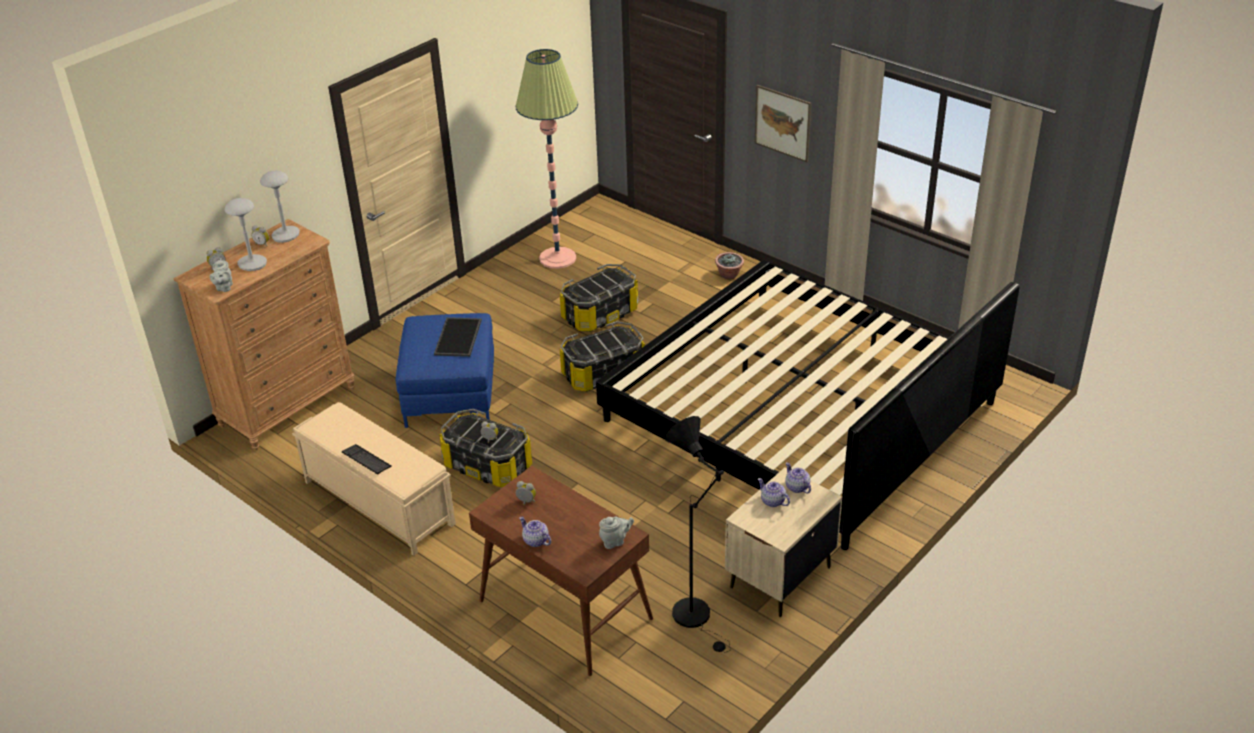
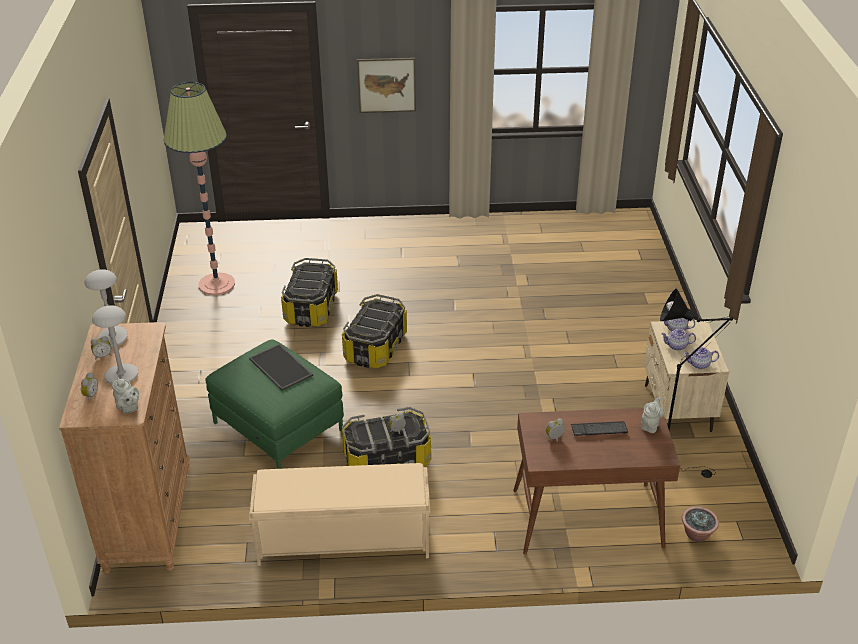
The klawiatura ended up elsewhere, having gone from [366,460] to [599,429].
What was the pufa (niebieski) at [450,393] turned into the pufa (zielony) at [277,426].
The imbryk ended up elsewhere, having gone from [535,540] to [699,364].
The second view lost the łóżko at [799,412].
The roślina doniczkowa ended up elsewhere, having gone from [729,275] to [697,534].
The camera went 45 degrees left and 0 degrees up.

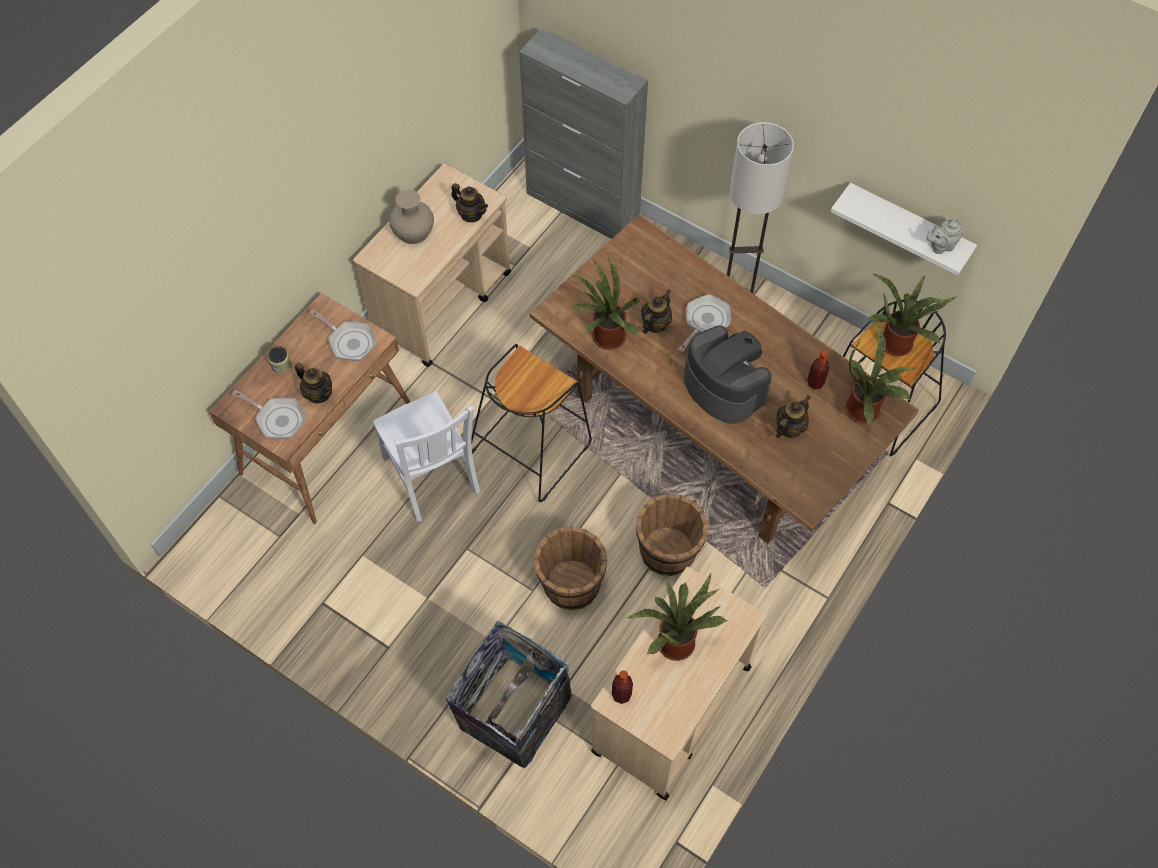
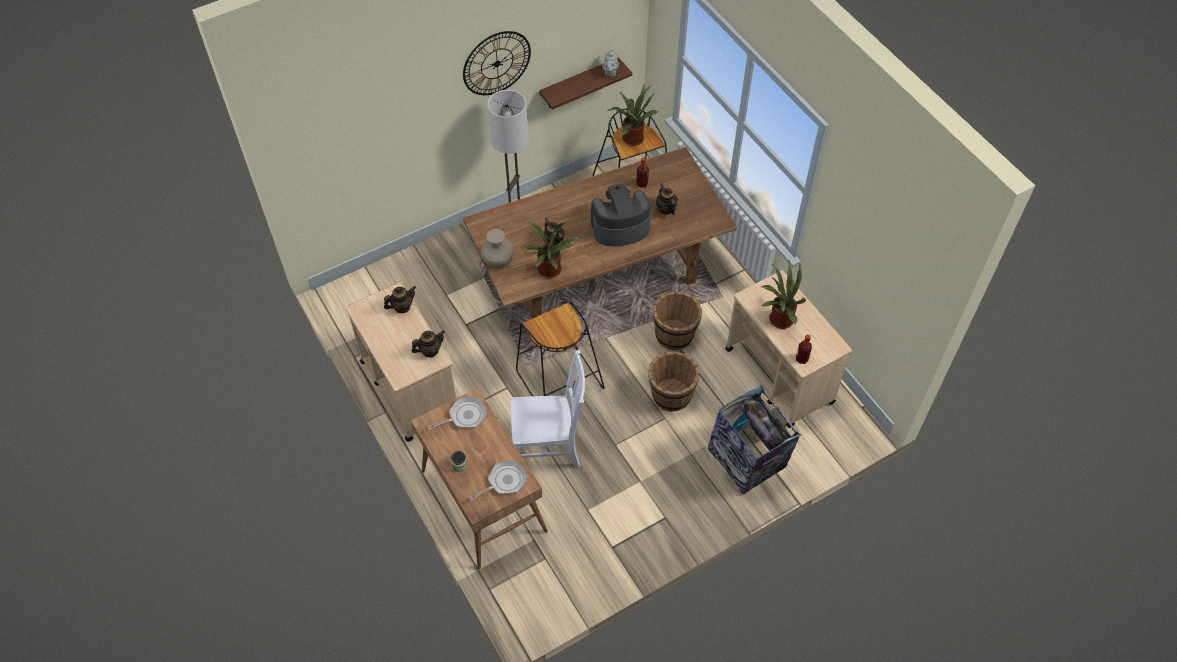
The imbryk ended up elsewhere, having gone from [319,394] to [430,350].
The wazon (beżowy) ended up elsewhere, having gone from [413,232] to [498,260].
The second view lost the szafka (szary) at [583,207].
The second view lost the patelnia at [705,321].
What was the półka (biały) at [908,226] turned into the półka (brązowy) at [579,84].
The second view lost the roślina doniczkowa at [866,410].
The second view gained the zegar ścienny at [497,63].
The camera went 65 degrees left and 5 degrees down.

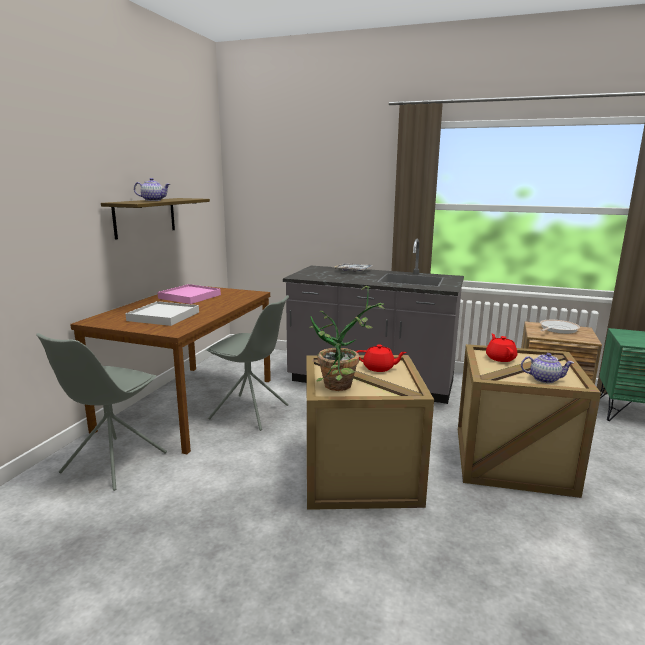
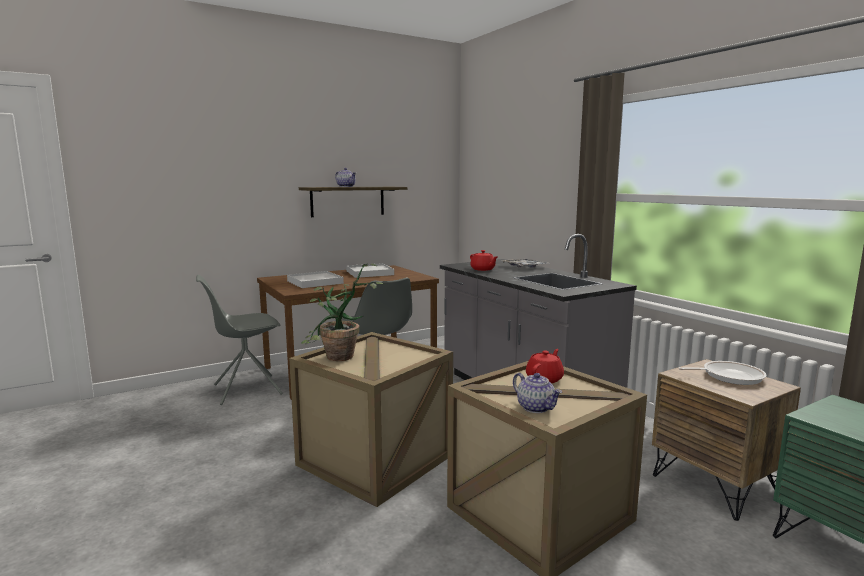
What was the taca (różowy) at [190,296] turned into the taca (biały) at [370,273].
The imbryk (czerwony) ended up elsewhere, having gone from [379,368] to [483,269].
The camera went 40 degrees right and 5 degrees down.

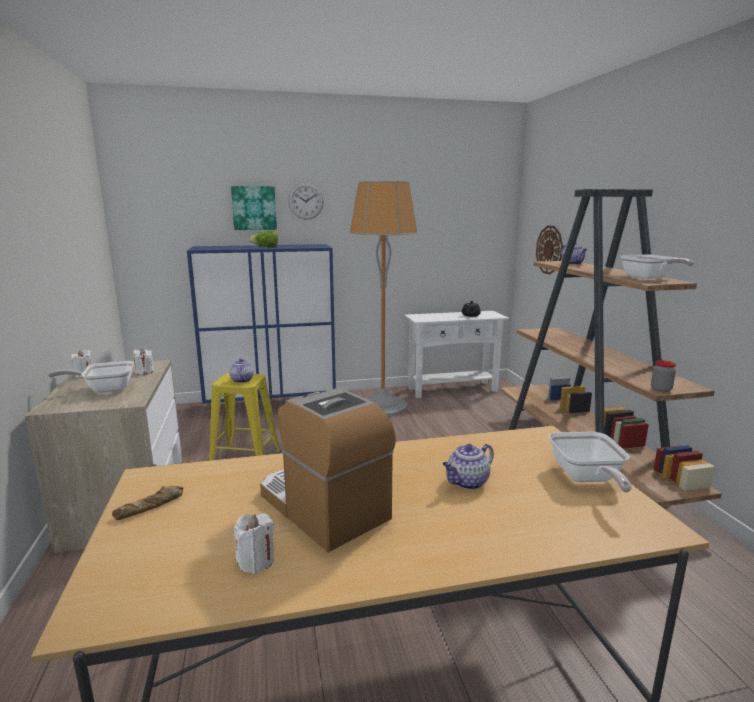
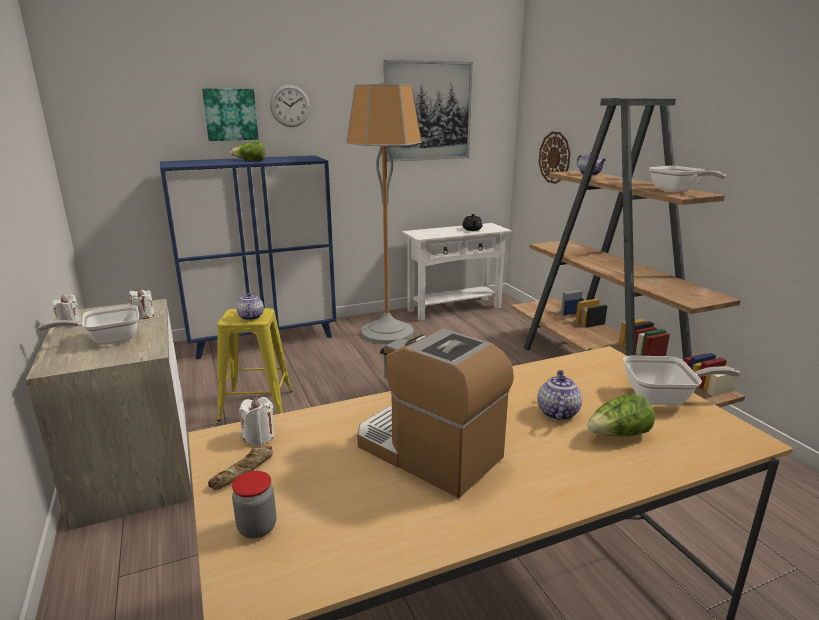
The świeca (biały) ended up elsewhere, having gone from [256,561] to [259,437].
The imbryk at [467,482] ended up facing another way, 150 degrees clockwise from before.
The patelnia at [586,479] ended up facing another way, 75 degrees counterclockwise from before.
The słoik ended up elsewhere, having gone from [661,389] to [257,528].
The second view gained the obraz at [427,111].
The second view gained the sałata at [618,435].
The camera went 10 degrees left and 5 degrees up.

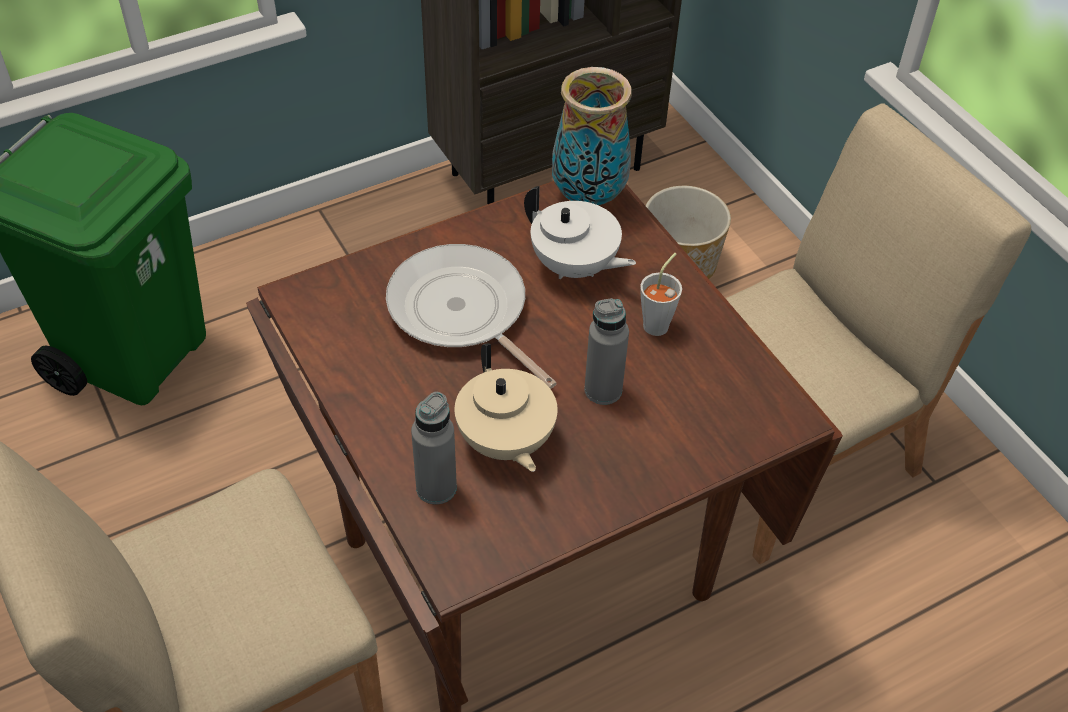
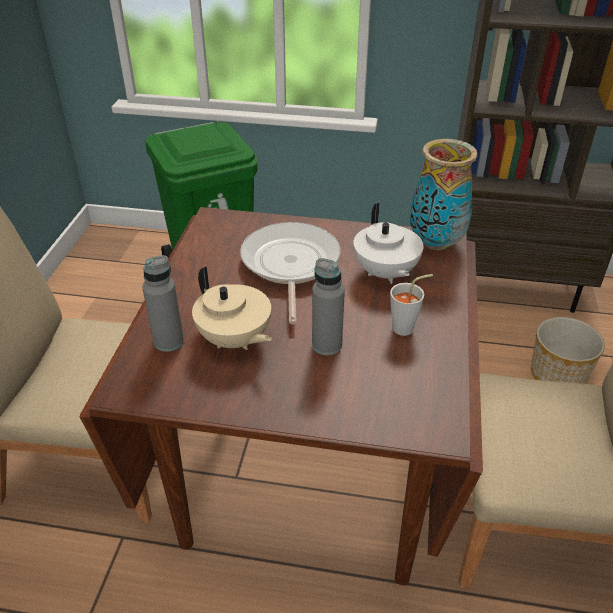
The imbryk (beżowy) at [505,442] ended up facing another way, 60 degrees counterclockwise from before.
The camera went 40 degrees right and 10 degrees down.

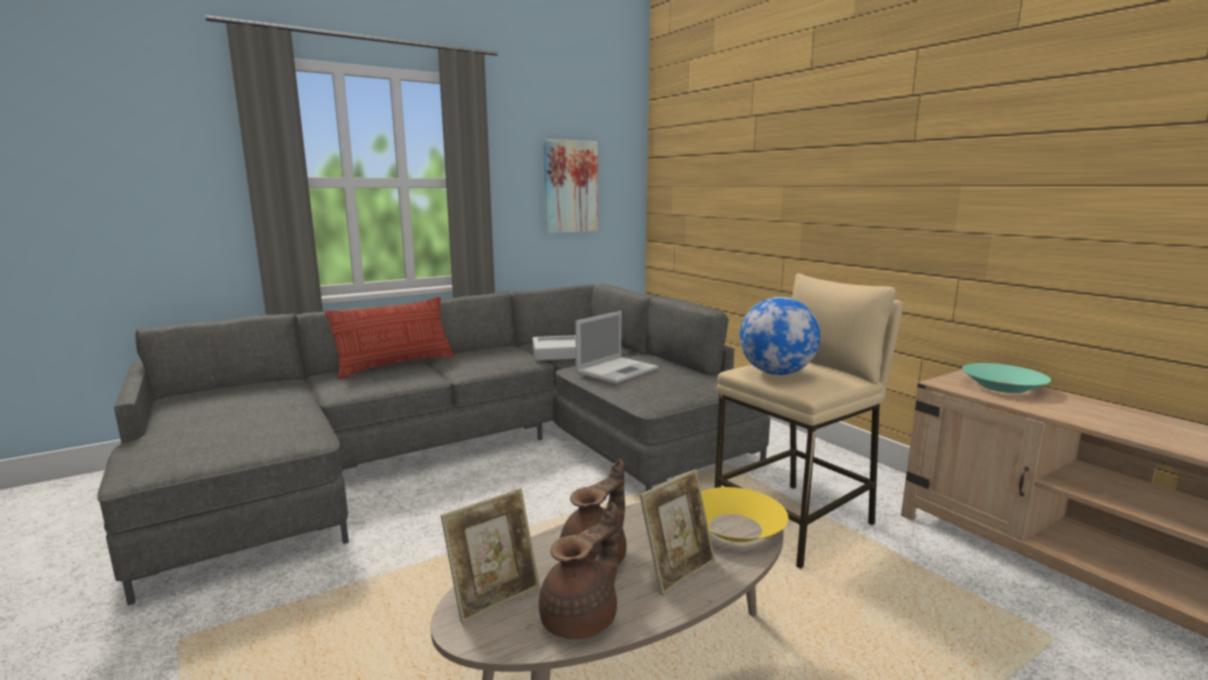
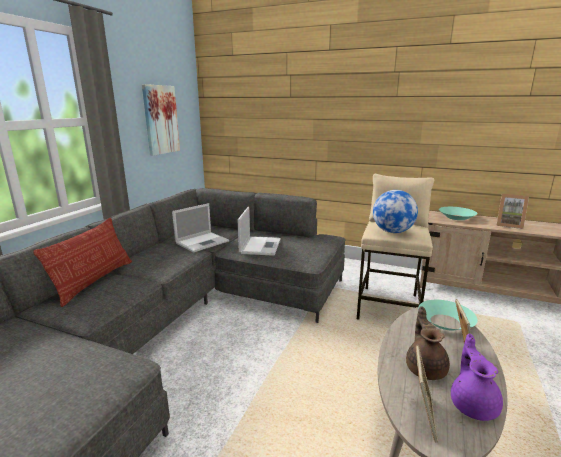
Where the taca (szary) stood at [558,353], the laptop came to stand at [203,242].
What was the imbryk (brązowy) at [582,618] turned into the imbryk (fioletowy) at [473,404].
What was the miska (żółty) at [735,527] turned into the miska (turkusowy) at [445,322].
The second view gained the ramka na zdjęcie at [508,225].
The camera went 35 degrees left and 5 degrees up.

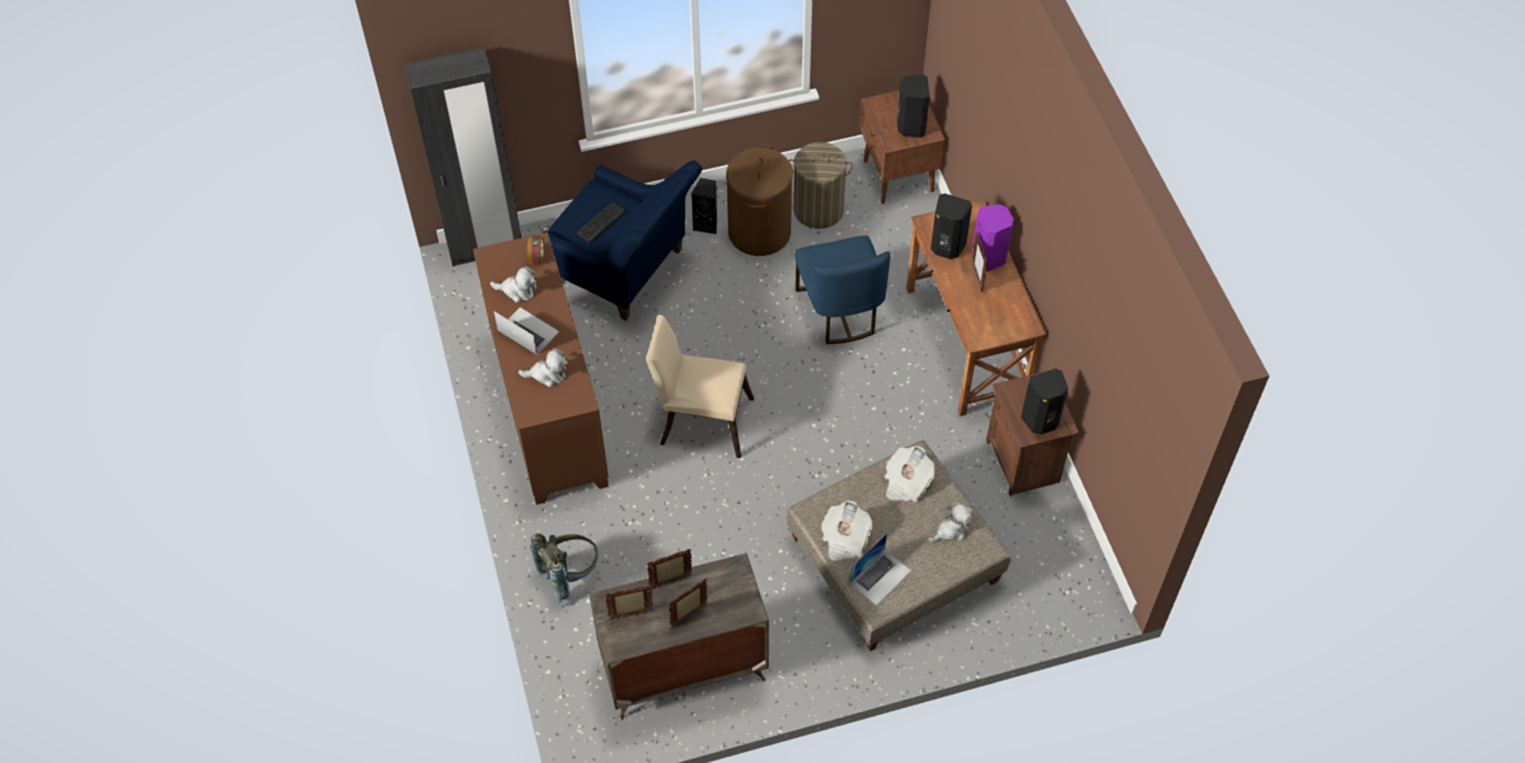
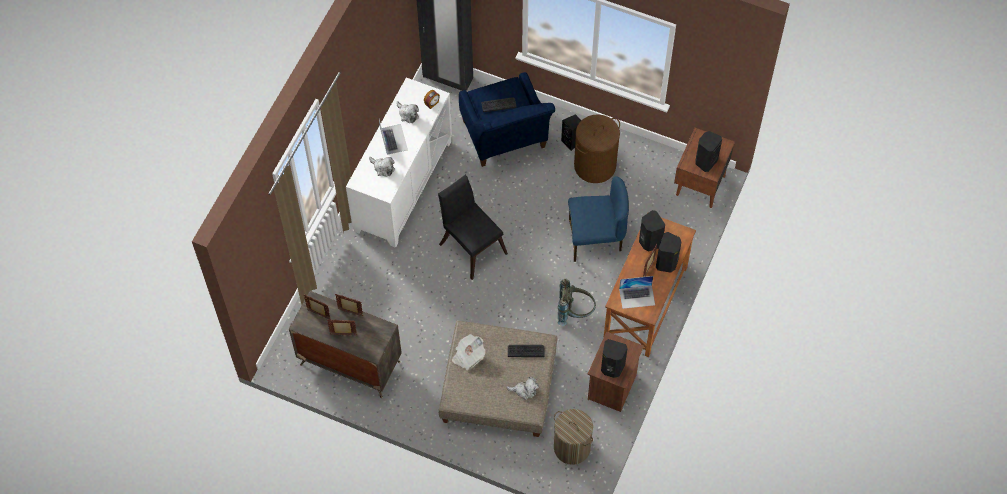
What was the szafka (brązowy) at [547,408] turned into the szafka (biały) at [402,185].
The plecak (szary) ended up elsewhere, having gone from [570,575] to [574,312].
What was the krzesło (beżowy) at [700,419] turned into the krzesło (czarny) at [471,245].
The kosz na pranie ended up elsewhere, having gone from [818,210] to [572,447].
The krzesło (niebieski) at [839,311] ended up facing another way, 120 degrees counterclockwise from before.
The laptop ended up elsewhere, having gone from [880,576] to [637,296].
Where the gazeta stood at [906,482], the klawiatura came to stand at [526,351].
What was the głośnik (fioletowy) at [990,257] turned into the głośnik (czarny) at [667,263].
The camera went 40 degrees right and 5 degrees up.

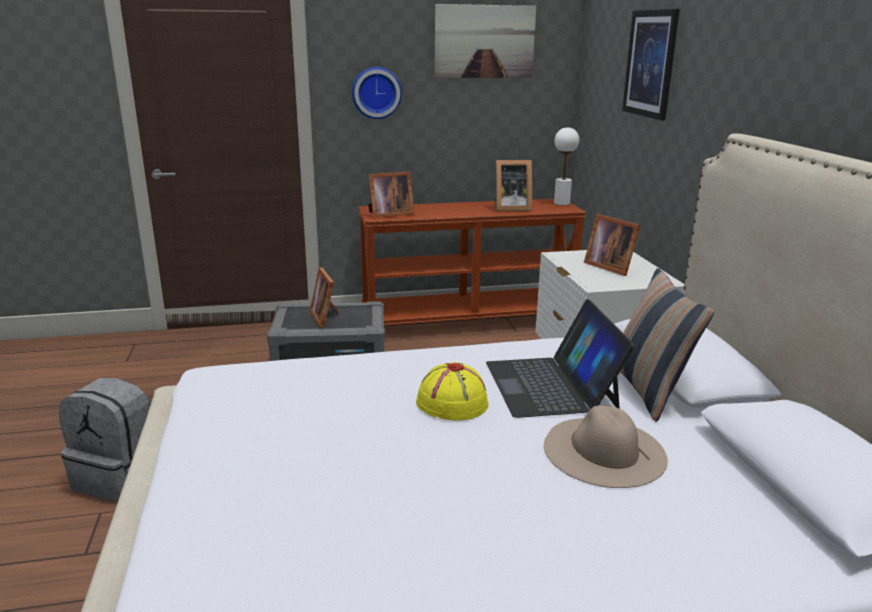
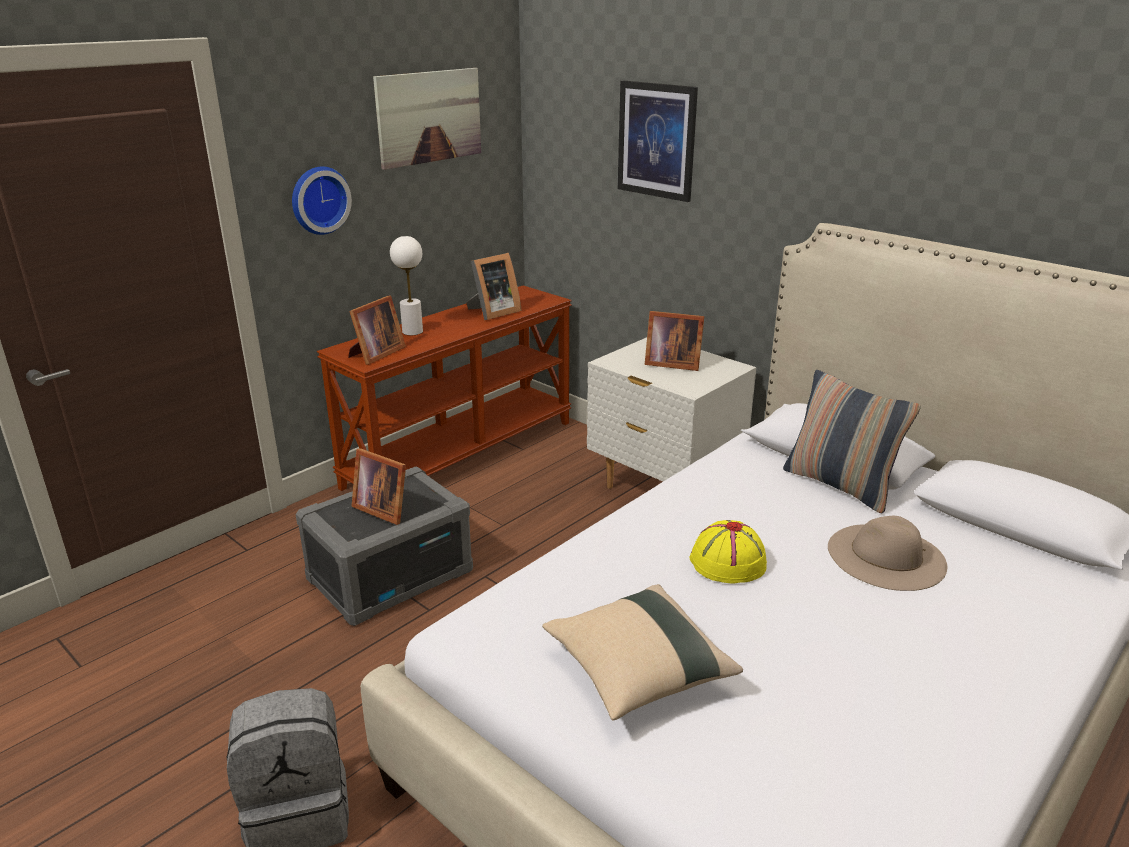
The second view lost the laptop at [551,385].
The lampa stołowa (biały) ended up elsewhere, having gone from [561,203] to [412,331].
The second view gained the poduszka (beżowy) at [637,670].
The camera went 35 degrees left and 5 degrees up.

